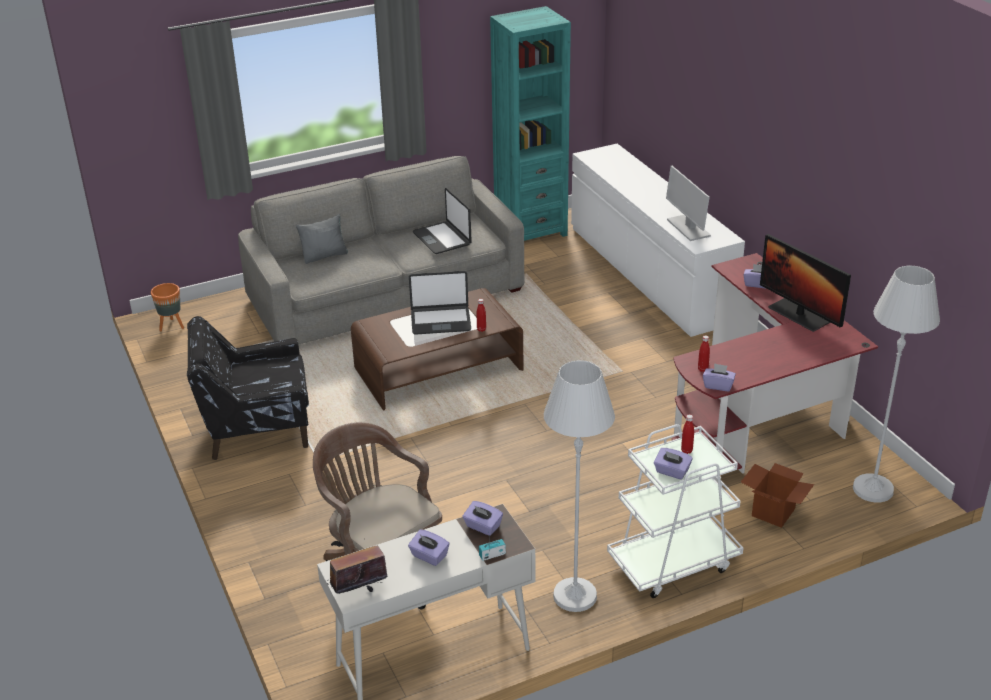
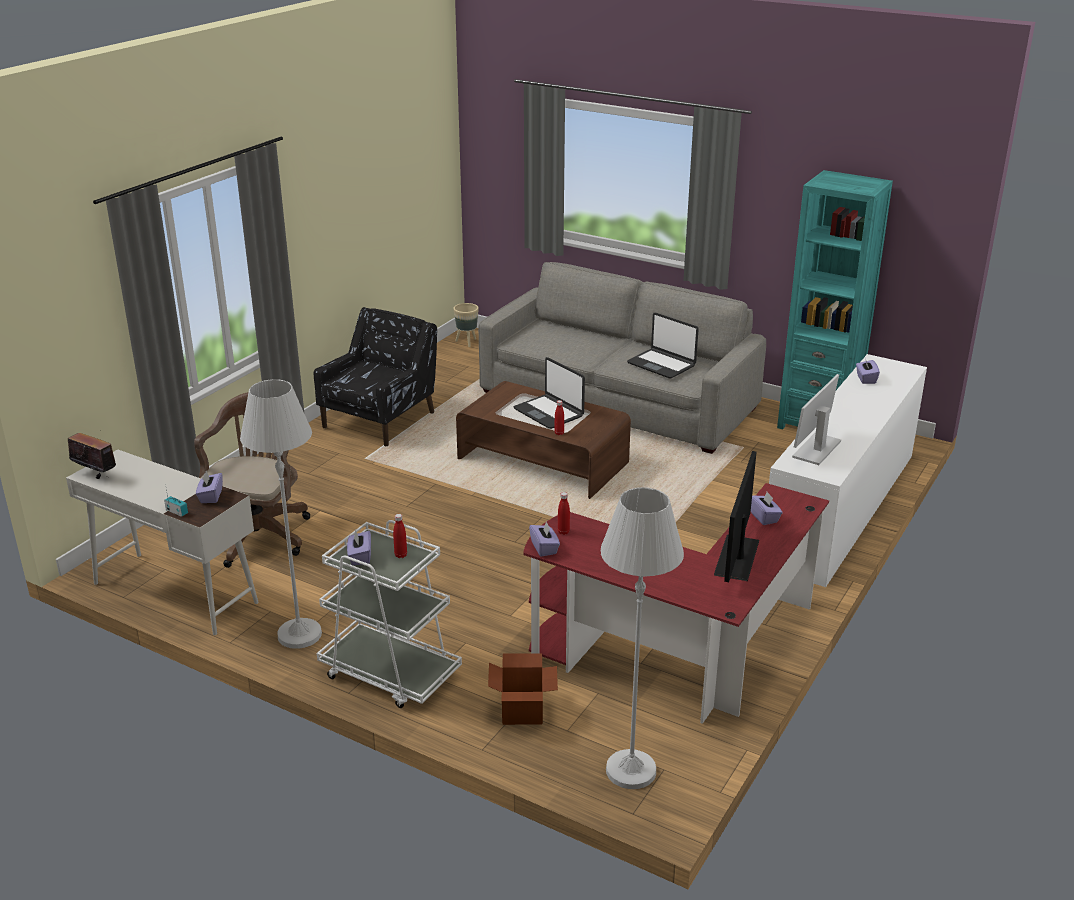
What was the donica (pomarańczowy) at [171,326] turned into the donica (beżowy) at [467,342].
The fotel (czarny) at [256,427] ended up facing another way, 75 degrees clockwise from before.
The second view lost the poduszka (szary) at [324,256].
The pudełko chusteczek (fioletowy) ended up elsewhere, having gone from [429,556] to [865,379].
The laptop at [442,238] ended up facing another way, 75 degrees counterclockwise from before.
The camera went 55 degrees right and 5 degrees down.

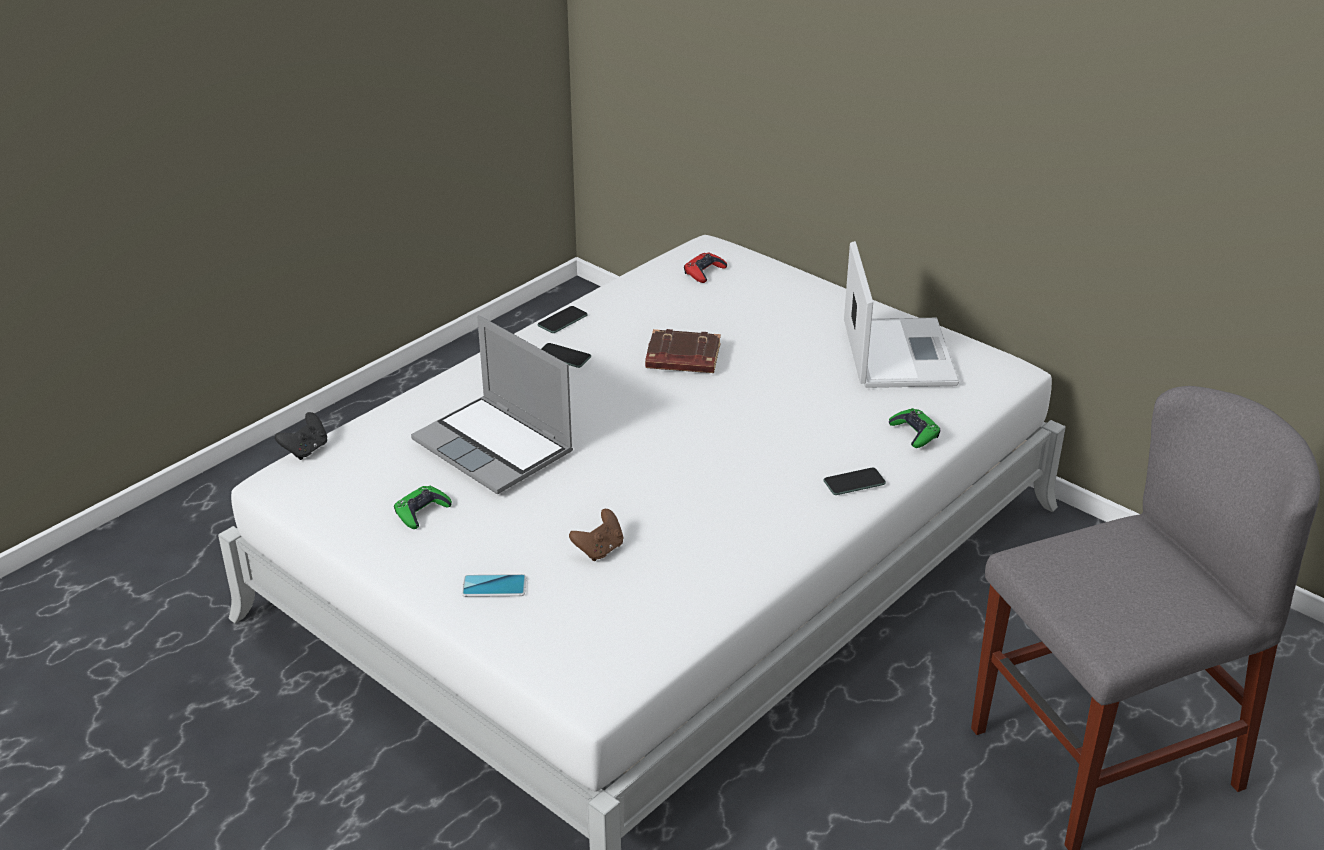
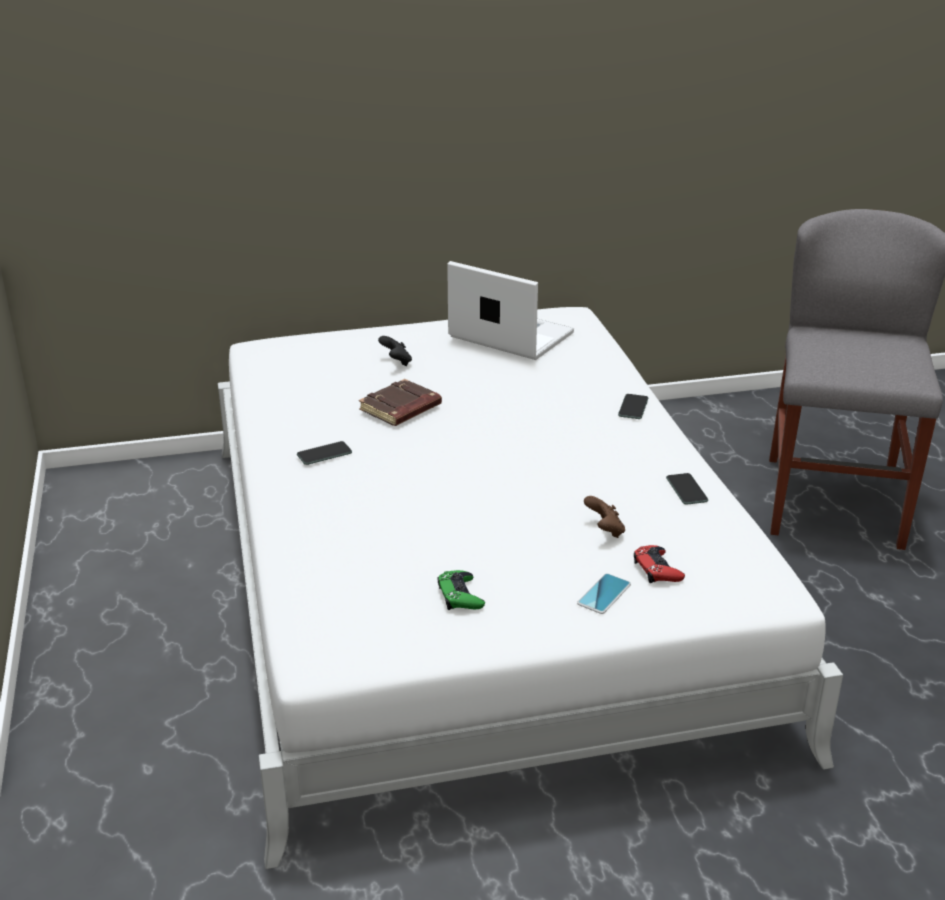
The pad do gier (czarny) ended up elsewhere, having gone from [306,450] to [396,362].
The second view lost the laptop at [496,447].
The telefon ended up elsewhere, having gone from [562,320] to [686,489].
The pad do gier (czerwony) ended up elsewhere, having gone from [704,272] to [657,569].
The second view lost the pad do gier (zielony) at [914,433].
The camera went 55 degrees left and 5 degrees down.

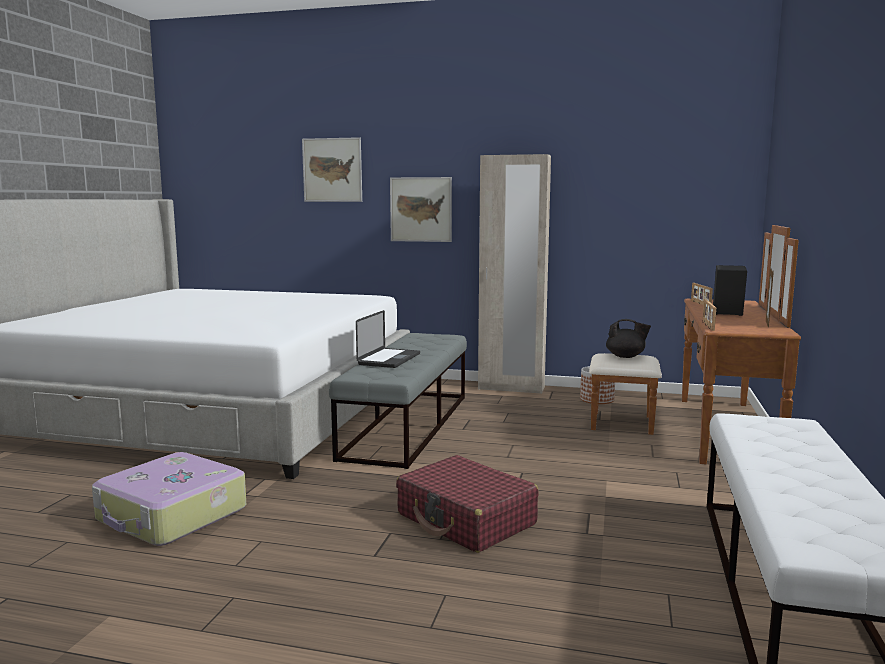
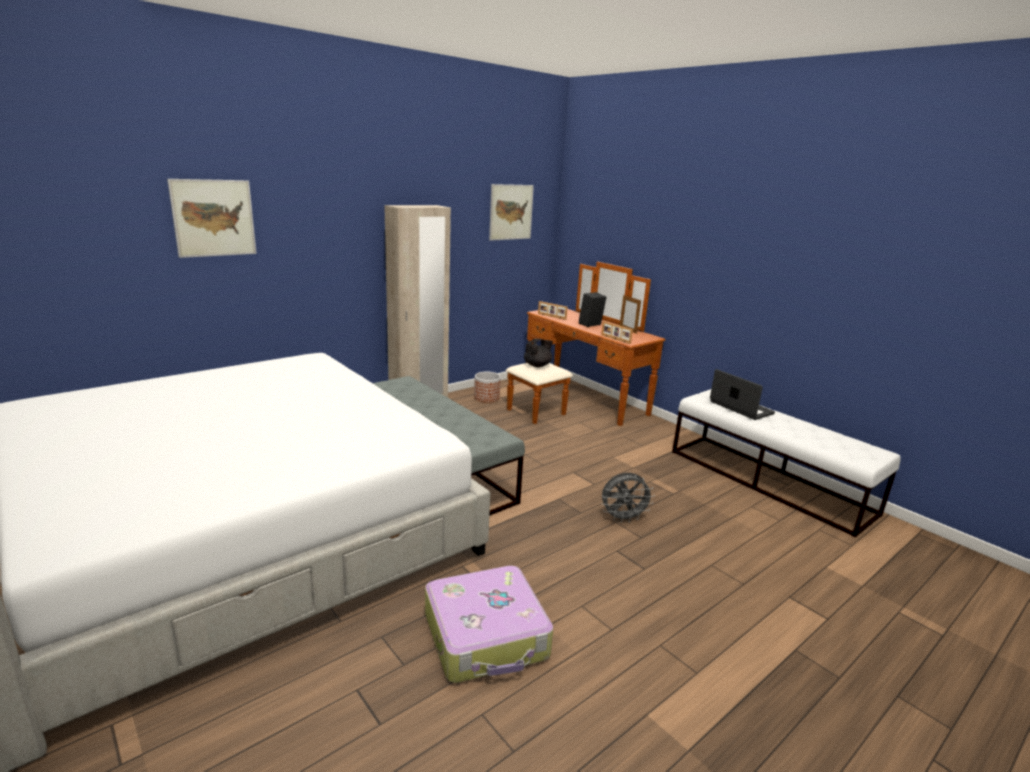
The laptop ended up elsewhere, having gone from [389,359] to [741,408].
The obraz ended up elsewhere, having gone from [421,209] to [511,212].
Where the walizka (czerwony) stood at [466,519], the wentylator (szary) came to stand at [623,518].
The camera went 55 degrees left and 10 degrees up.

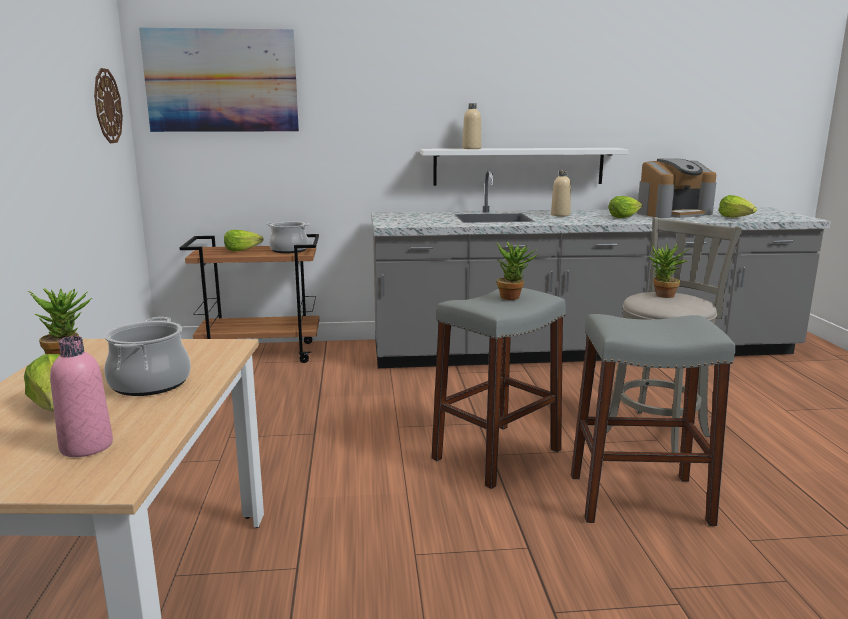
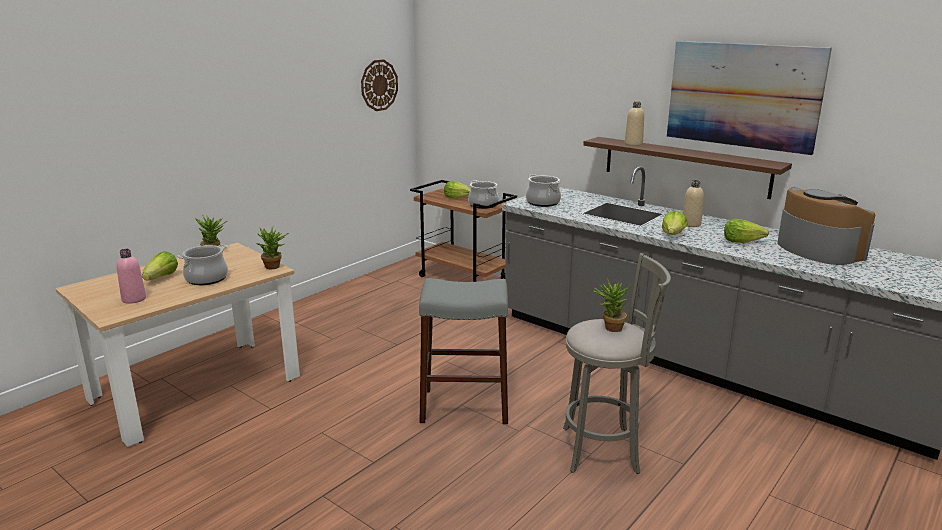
The obraz ended up elsewhere, having gone from [222,81] to [743,95].
What was the półka (biały) at [519,166] turned into the półka (brązowy) at [685,166].
The roślina doniczkowa ended up elsewhere, having gone from [513,297] to [274,267].
The second view lost the stołek (szary) at [639,499].
The ekspres do kawy at [673,213] ended up facing another way, 135 degrees counterclockwise from before.
The sałata ended up elsewhere, having gone from [736,218] to [673,235].
The second view gained the garnek at [543,202].
The camera went 45 degrees right and 5 degrees up.

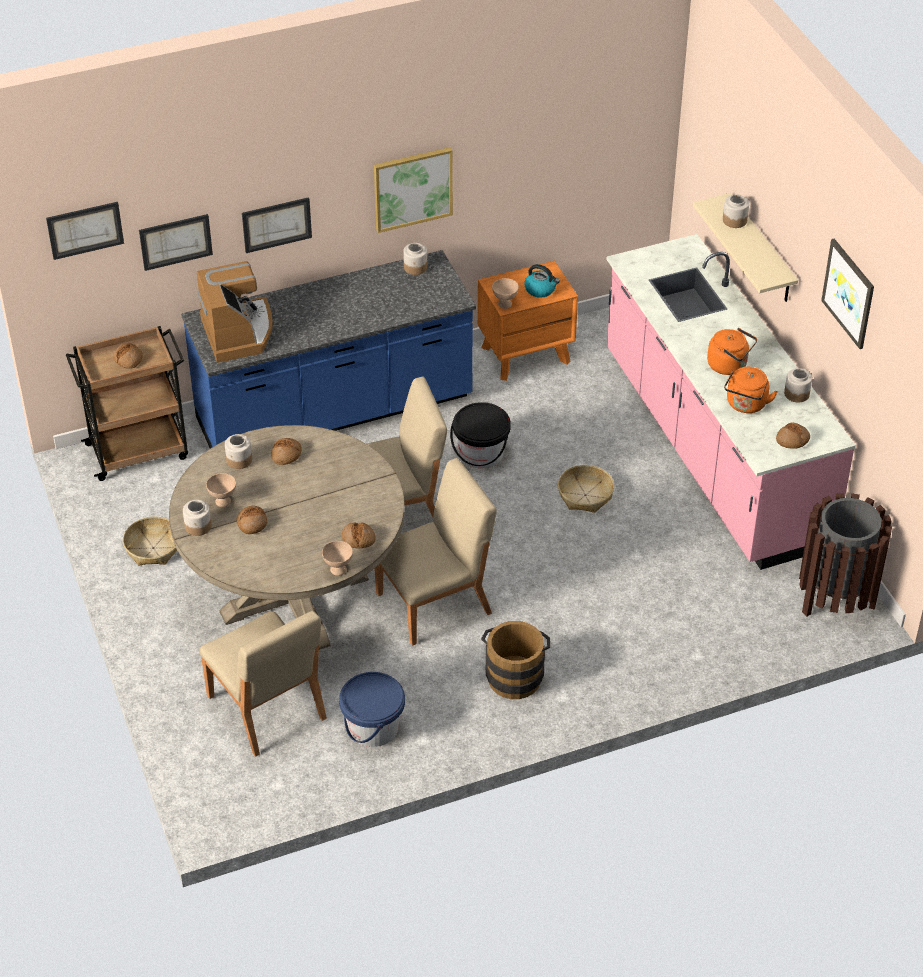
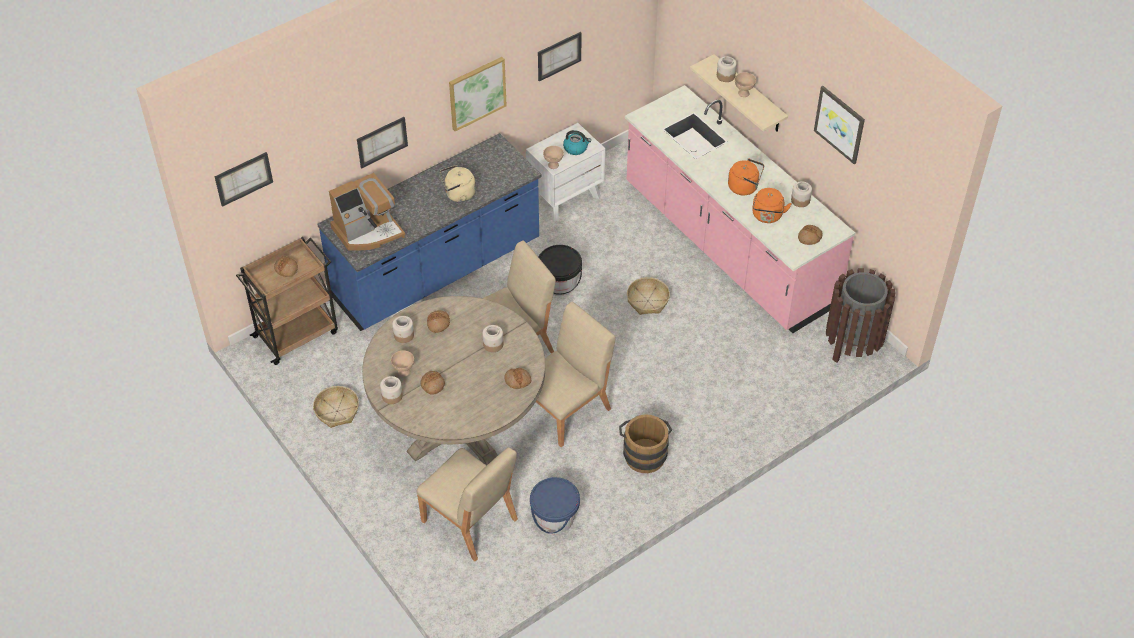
The obraz ended up elsewhere, having gone from [175,241] to [559,56].
The ekspres do kawy at [239,333] ended up facing another way, 90 degrees clockwise from before.
The miska (beżowy) ended up elsewhere, having gone from [337,569] to [743,93].
The słoik ended up elsewhere, having gone from [415,267] to [493,344].
What was the szafka nocna (pomarańczowy) at [526,354] turned into the szafka nocna (biały) at [565,196].
The second view gained the czajnik (beżowy) at [458,194].
The camera went 15 degrees left and 5 degrees up.

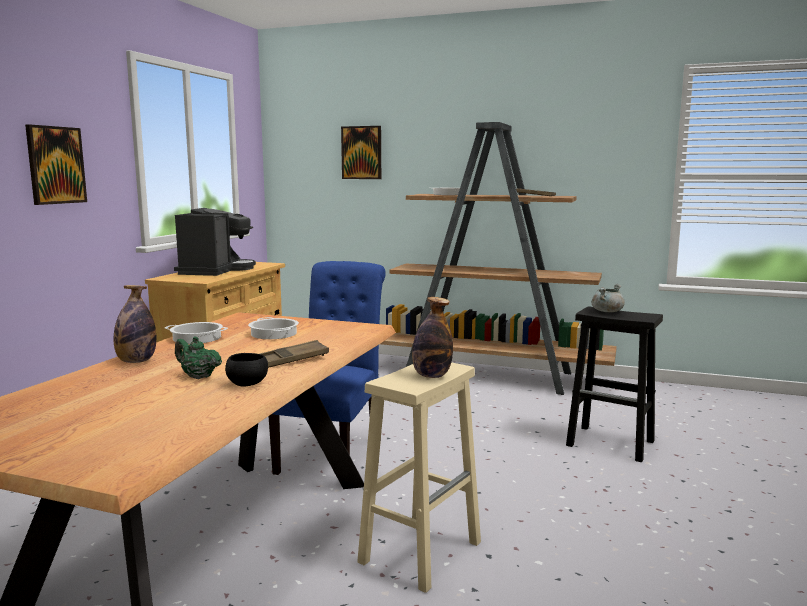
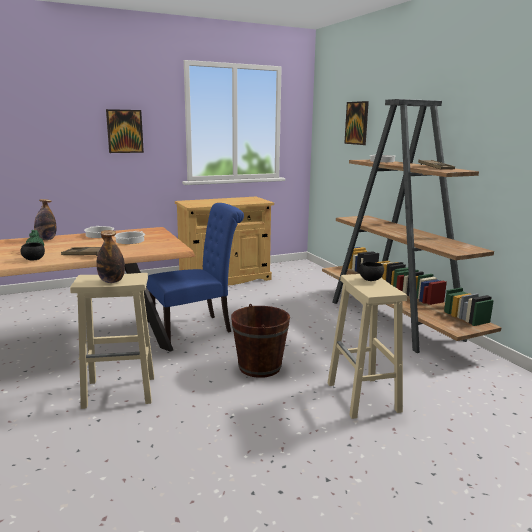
The second view lost the ekspres do kawy at [215,270].
What was the stołek (czarny) at [612,443] turned into the stołek (beżowy) at [363,398].
Where the garnek (szary) stood at [607,311], the miska (czarny) came to stand at [370,280].
The second view gained the wiadro (brązowy) at [260,367].
The camera went 45 degrees right and 5 degrees up.

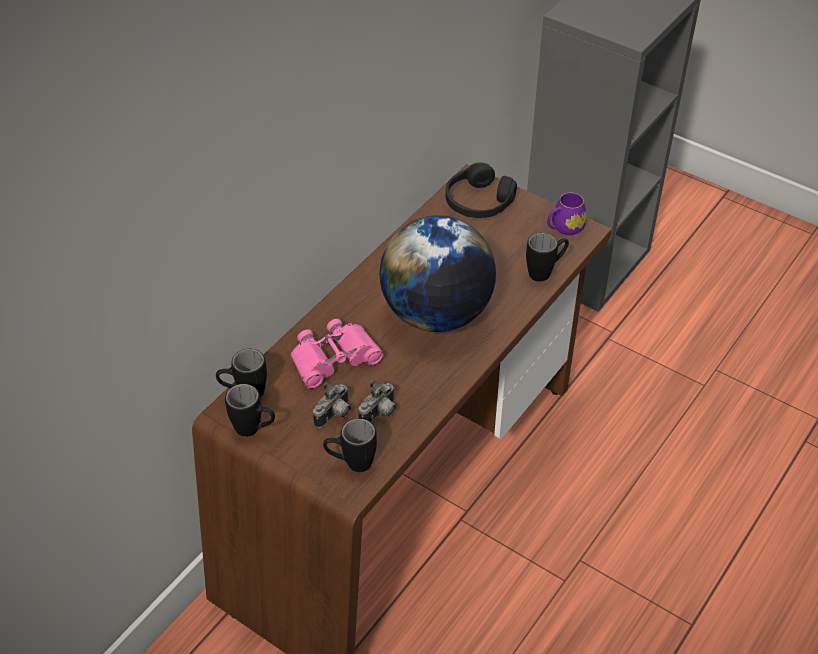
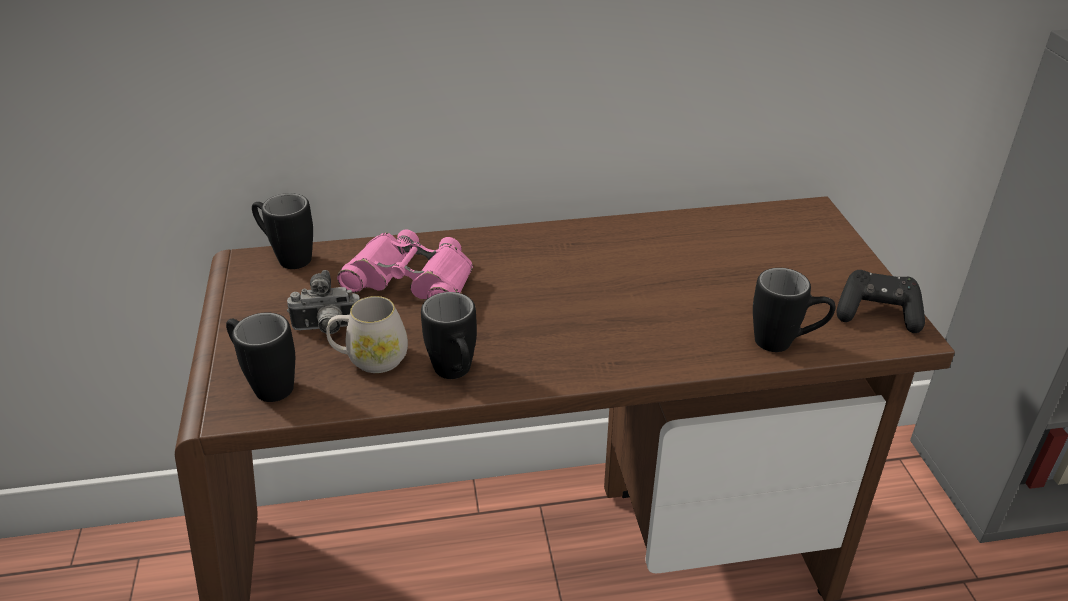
The kubek (czarny) ended up elsewhere, having gone from [254,430] to [456,375].
Where the aparat fotograficzny stood at [380,414], the kubek (biały) came to stand at [370,359].
The second view lost the globus at [436,314].
The second view lost the słuchawki (czarny) at [478,202].
Where the kubek (fioletowy) stood at [564,228], the pad do gier (czarny) came to stand at [877,314].
The camera went 45 degrees right and 10 degrees down.

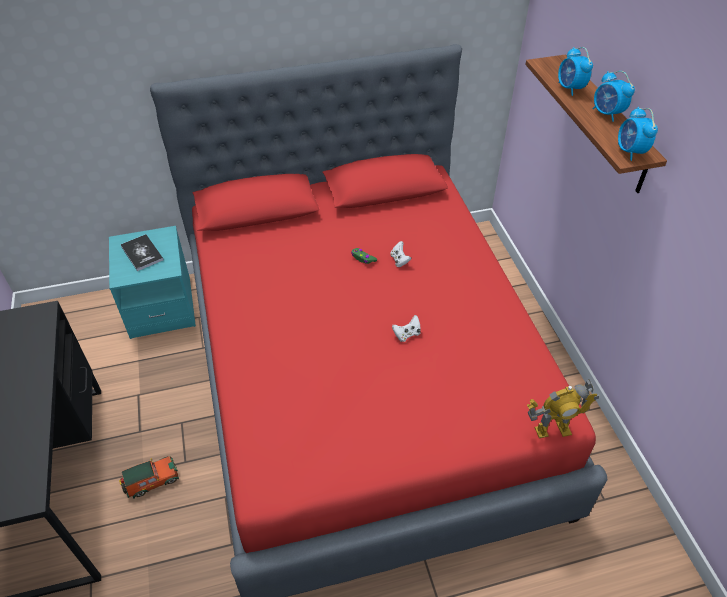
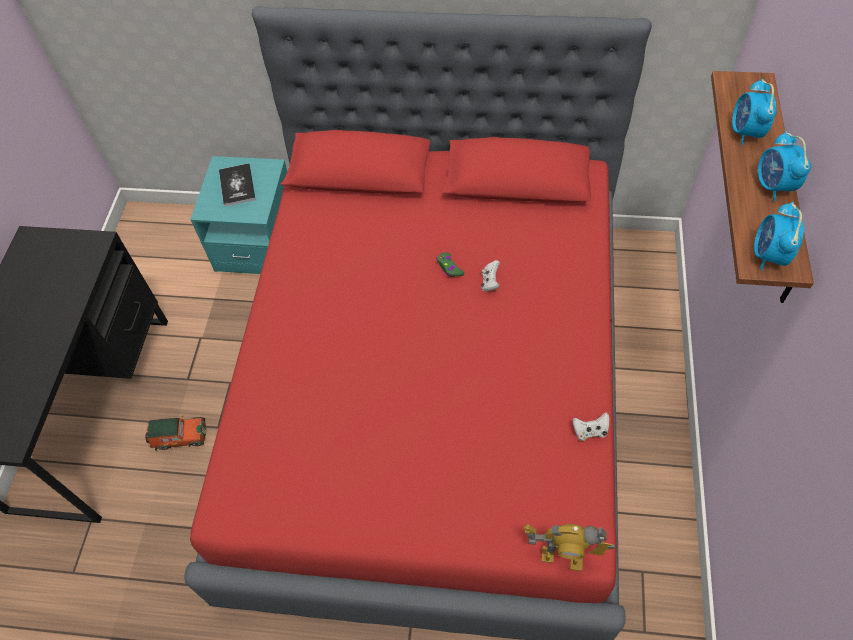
The pad do gier (biały) ended up elsewhere, having gone from [407,334] to [590,431].
The camera went 25 degrees right and 10 degrees up.

